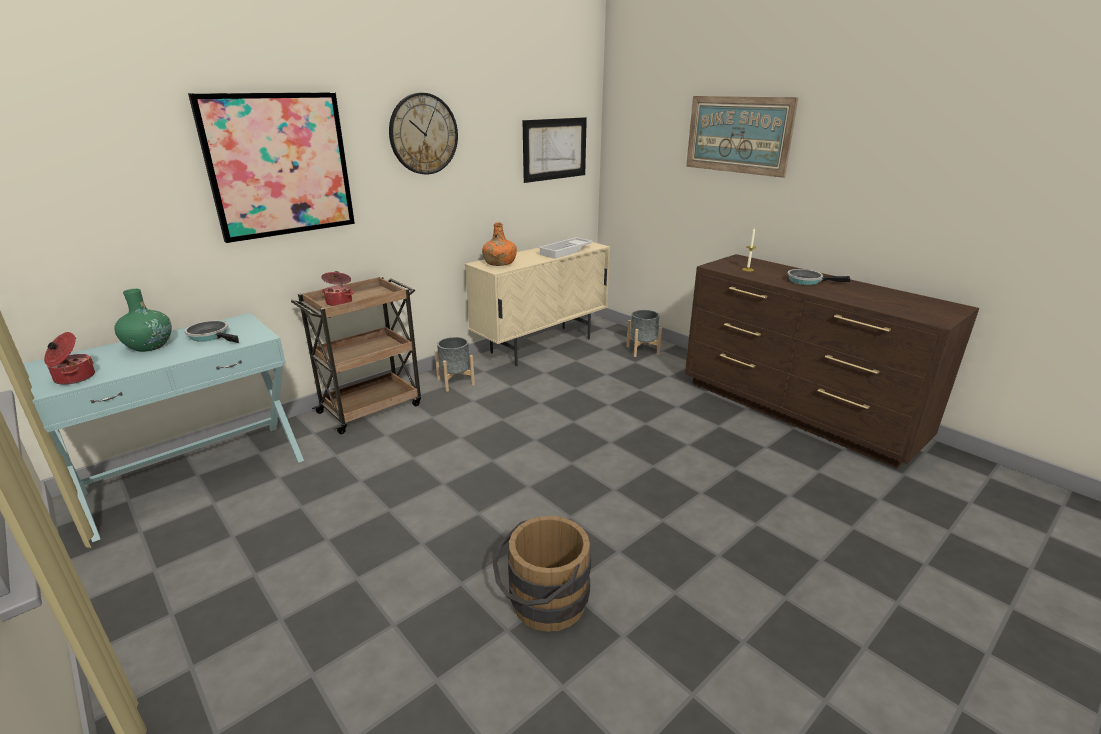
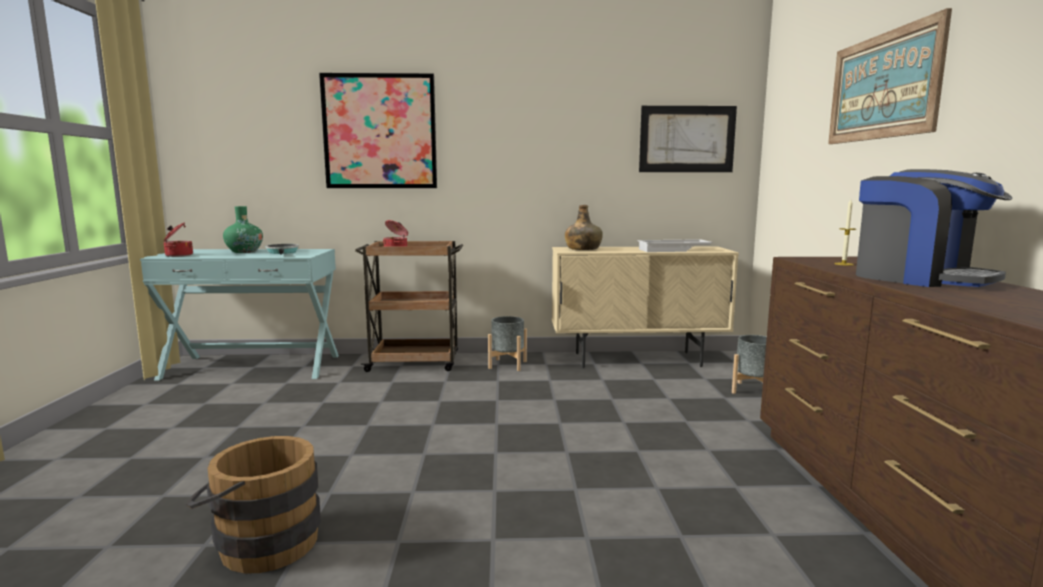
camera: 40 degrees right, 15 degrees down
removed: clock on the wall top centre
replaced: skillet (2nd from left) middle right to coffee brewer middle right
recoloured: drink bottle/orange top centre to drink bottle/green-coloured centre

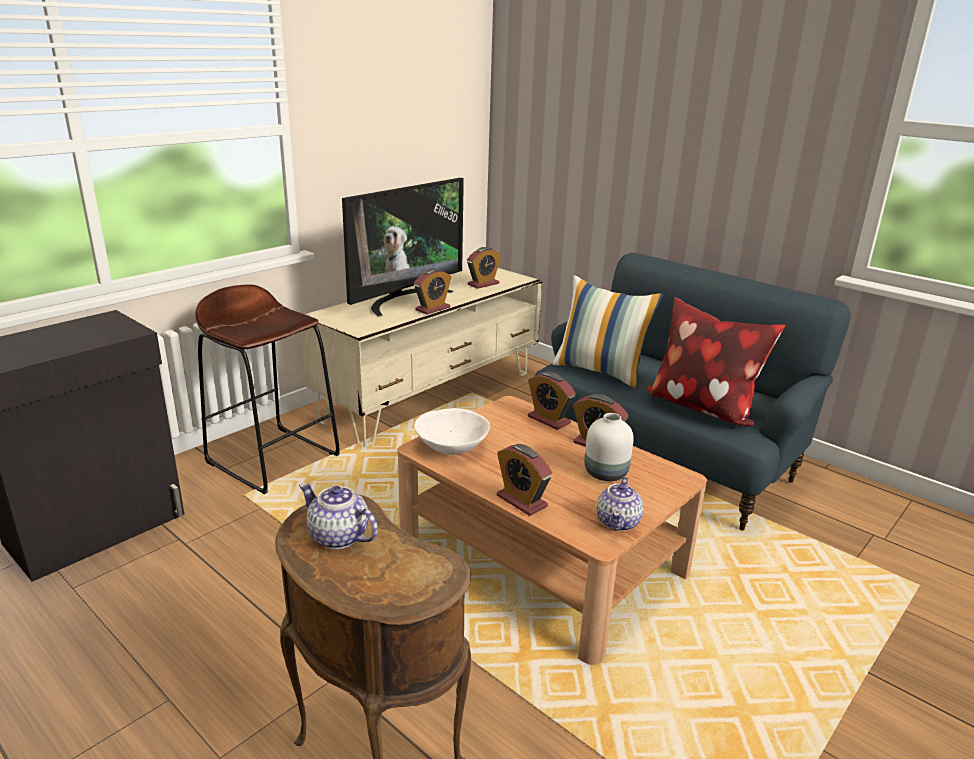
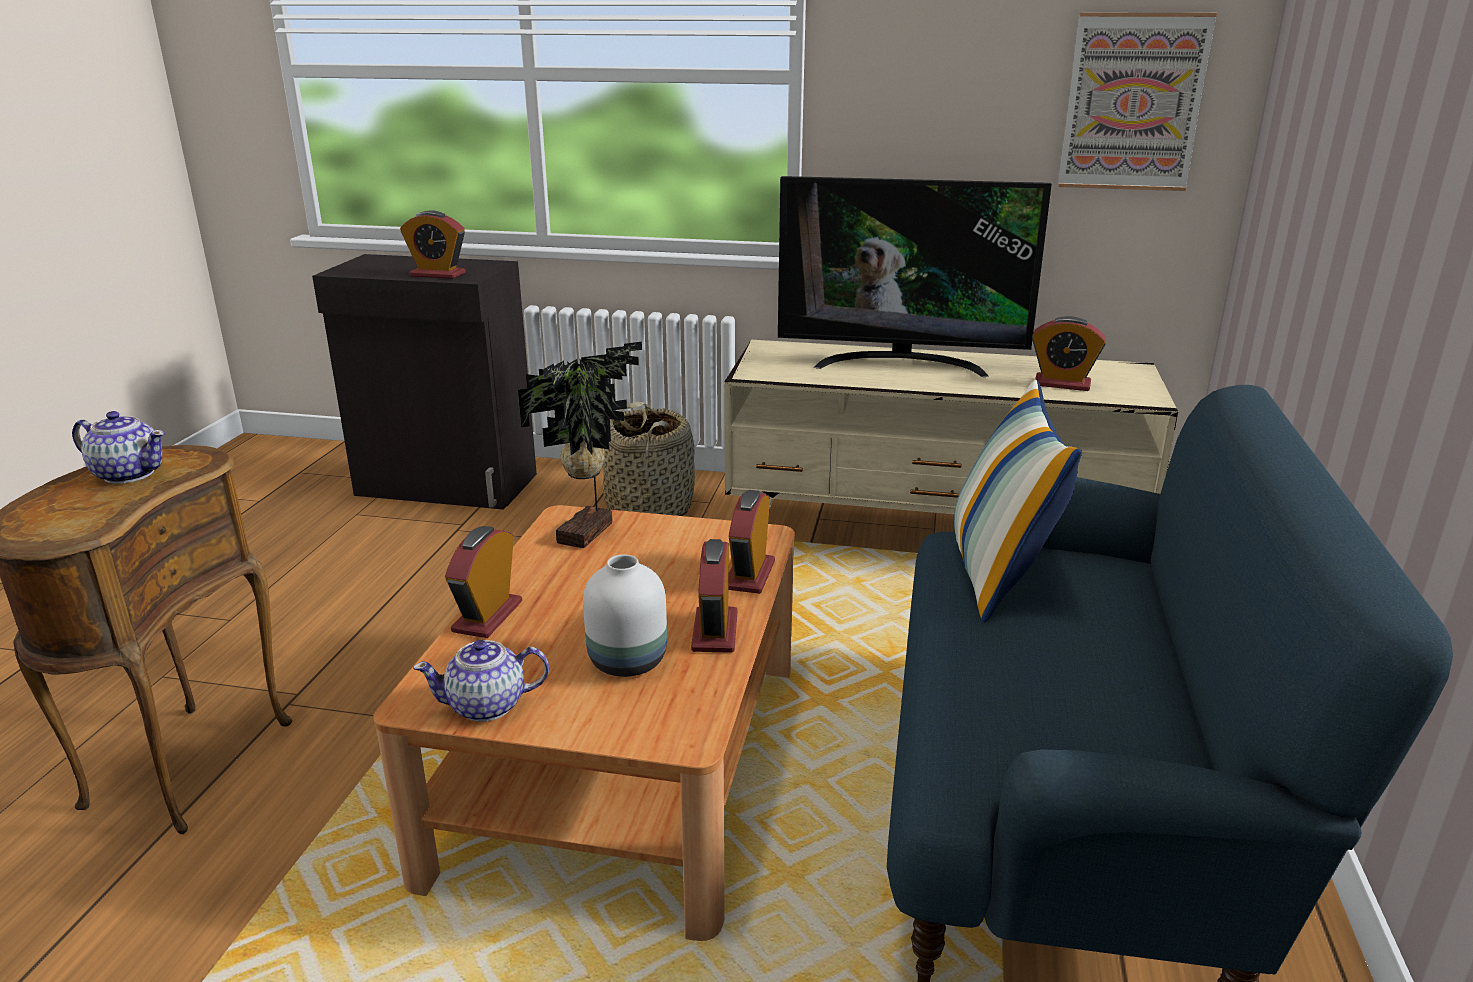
camera: 60 degrees right, 0 degrees up
removed: throw pillow (2nd from left) middle right
added: wall art top right
moved: bedside clock (1st from left) centre to top left
replaced: stool seat/brown-coloured middle left to storage basket centre; deep dish/white centre to potted plant centre
turned: pot for tea (1st from left) bottom centre = middle left 105 degrees clockwise

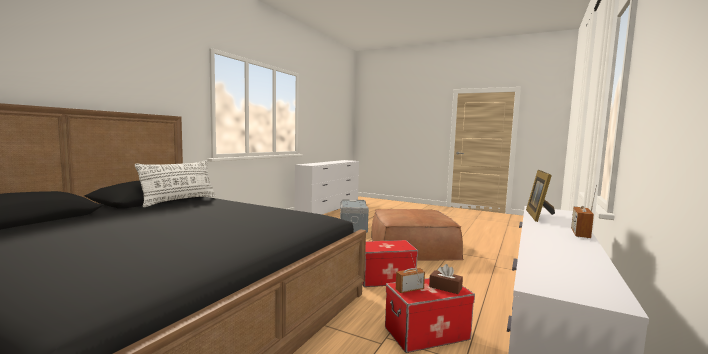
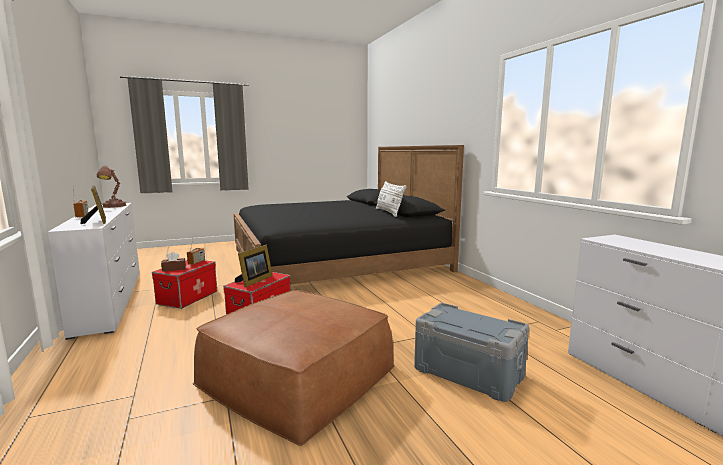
camera: 130 degrees right, 5 degrees up
added: table lamp/brown-coloured middle left; photo frame (2nd from left) centre

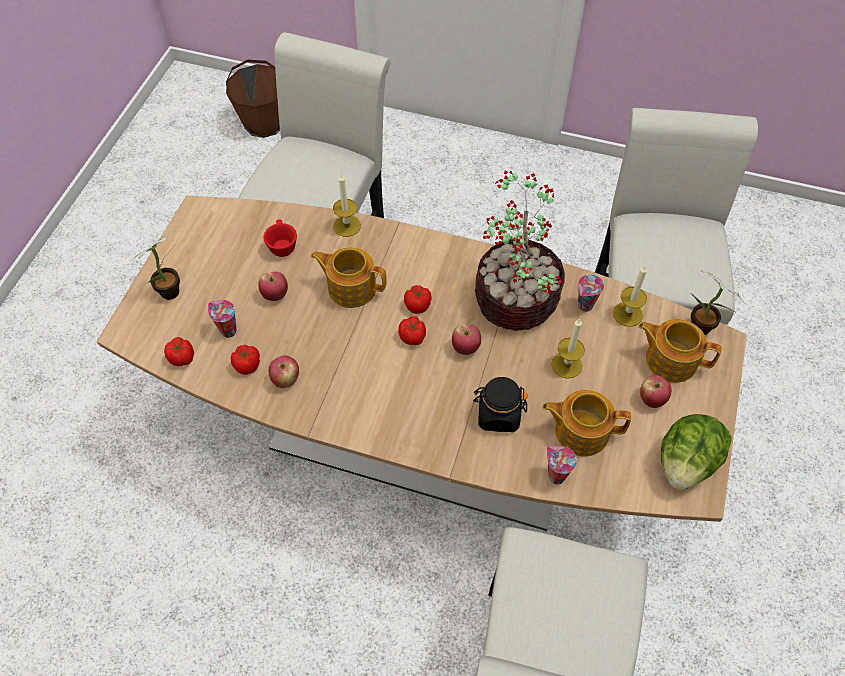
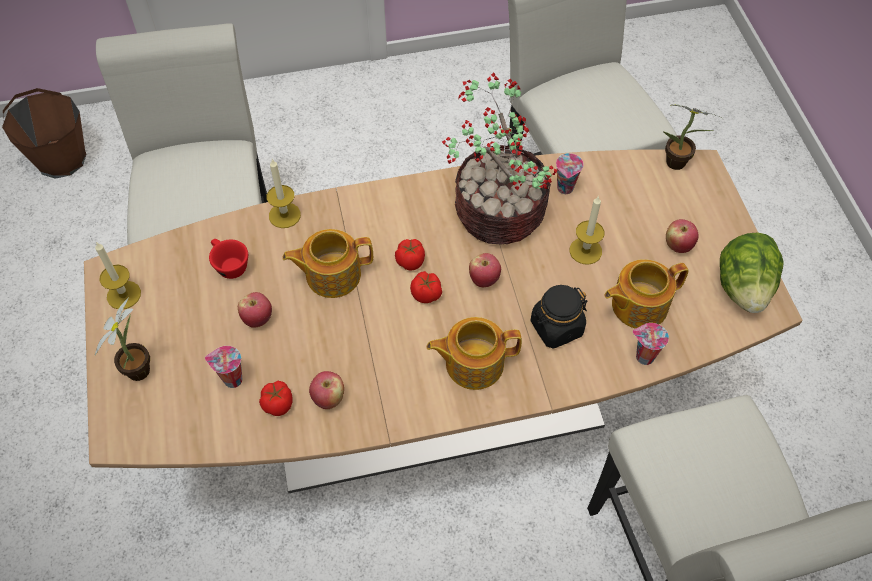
camera: 30 degrees left, 0 degrees up
removed: fresh tomato (1st from left) middle left
moved: wax candle (3rd from left in the first image) middle right to wax candle (1st from left) middle left; pot for tea (3rd from left in the first image) middle right to pot for tea (2nd from left) centre

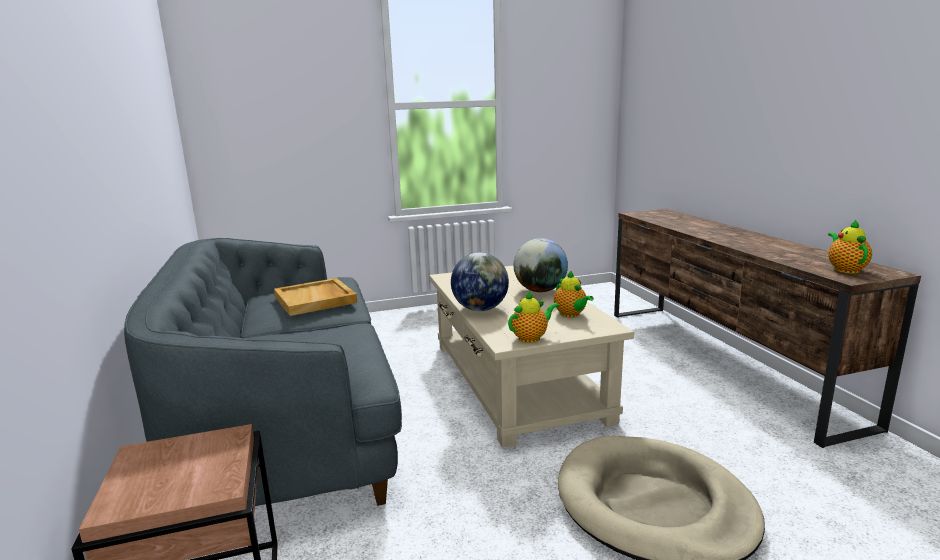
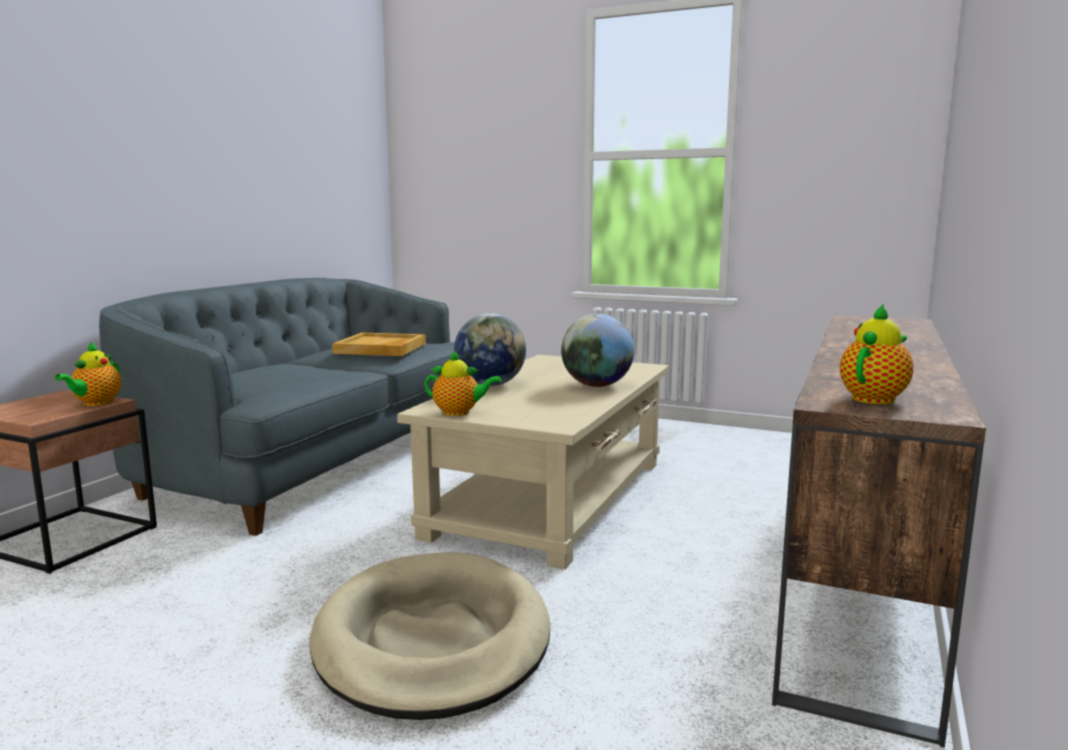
camera: 40 degrees right, 5 degrees down
moved: pot for tea (2nd from left in the first image) centre to pot for tea (1st from left) middle left

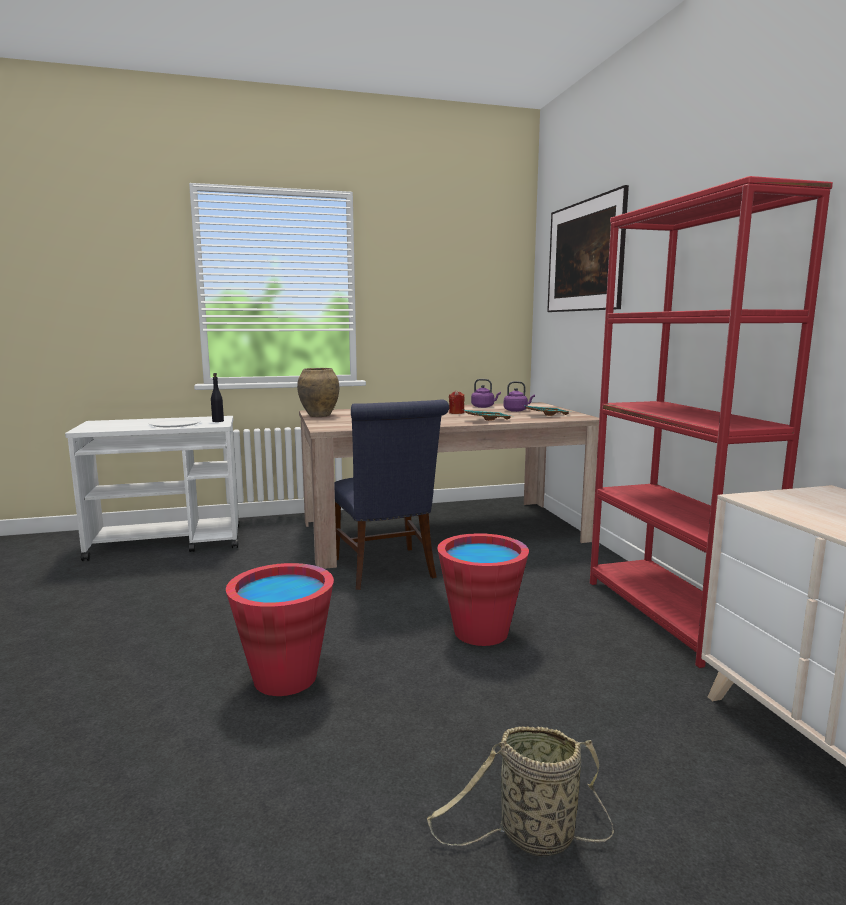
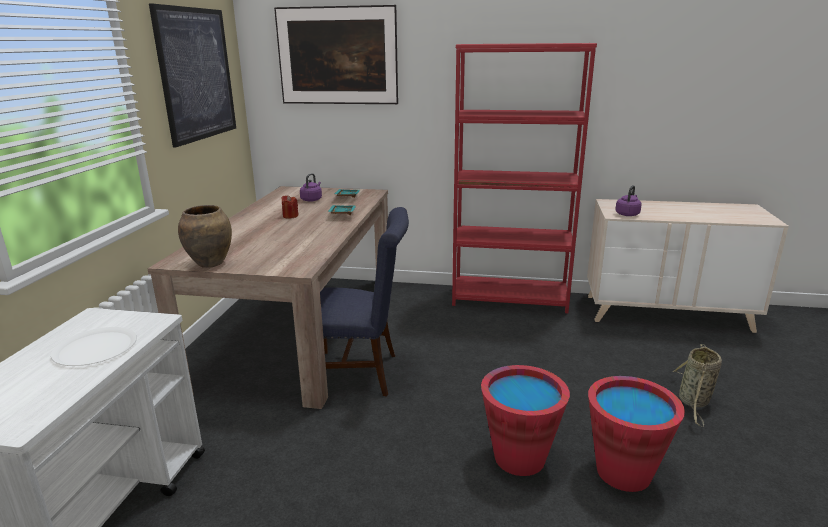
camera: 65 degrees left, 10 degrees up
removed: drink bottle/black-coloured middle left
added: wall art (1st from left) top left
moved: water bucket/reddish (2nd from left) centre to bottom right; kettle/purple-coloured (1st from left in the first image) centre to kettle/purple-coloured (2nd from left) middle right

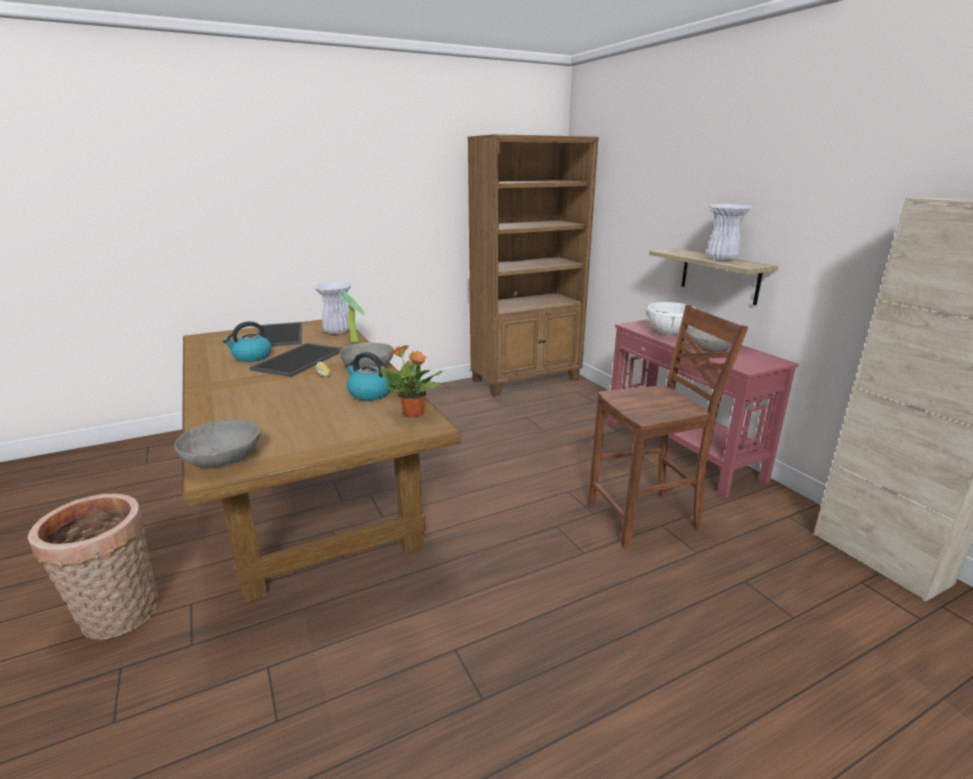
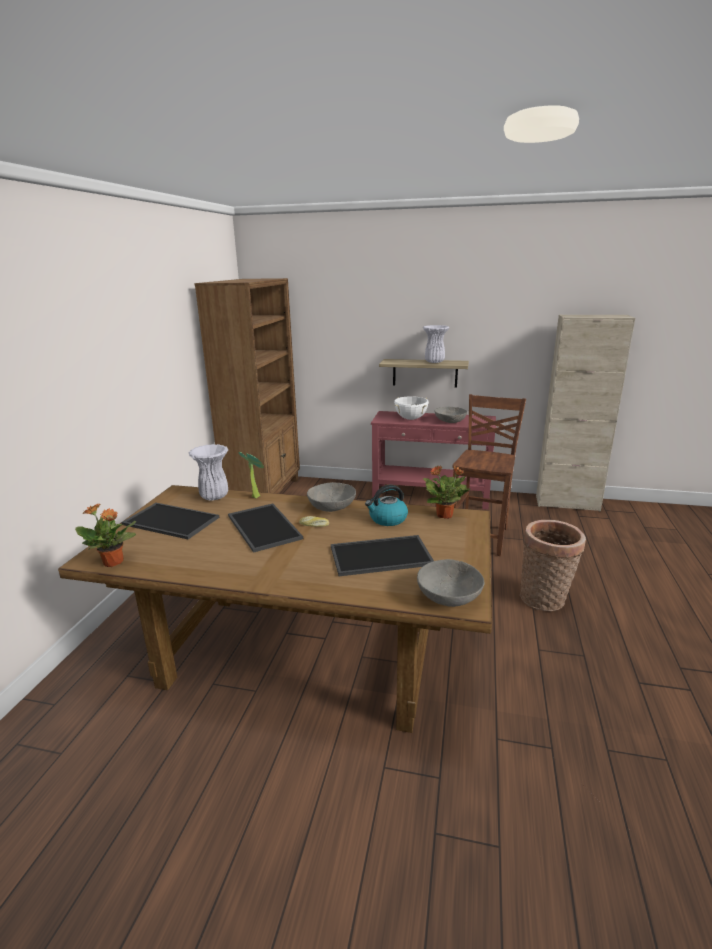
camera: 50 degrees left, 0 degrees up
removed: kettle (1st from left) middle left
added: potted plant (1st from left) middle left; carrying tray (3rd from left) centre
moved: storage basket bottom left to middle right

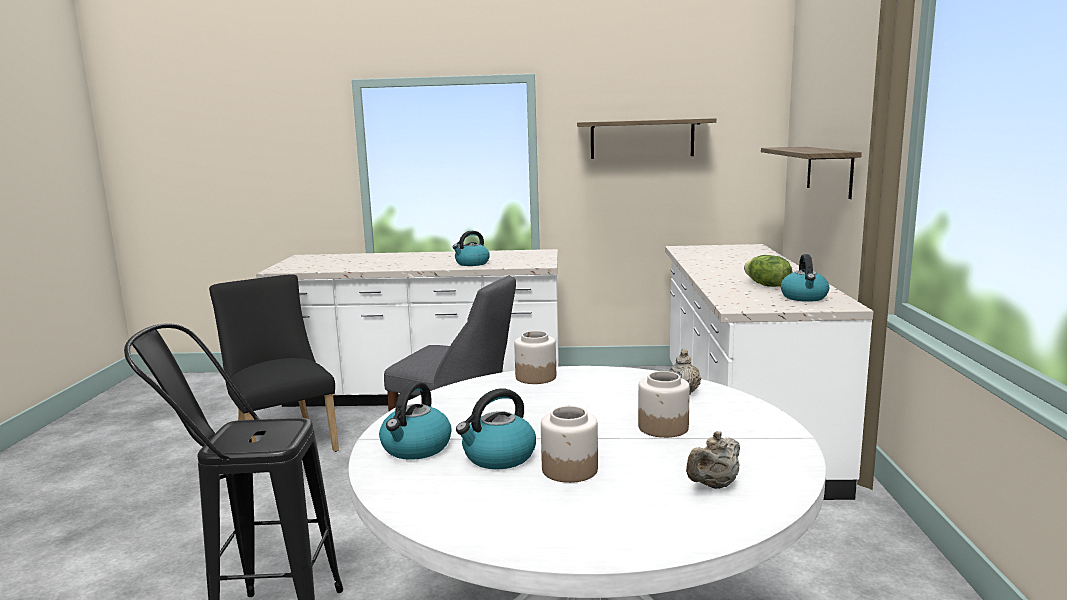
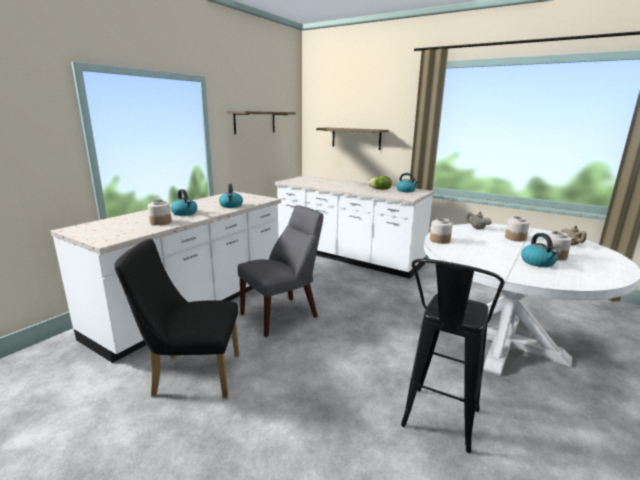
camera: 60 degrees left, 5 degrees up
added: storage jar (1st from left) middle left
moved: kettle (1st from left) bottom centre to middle left

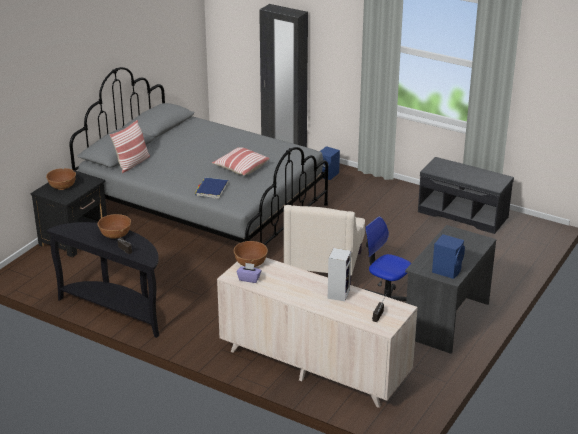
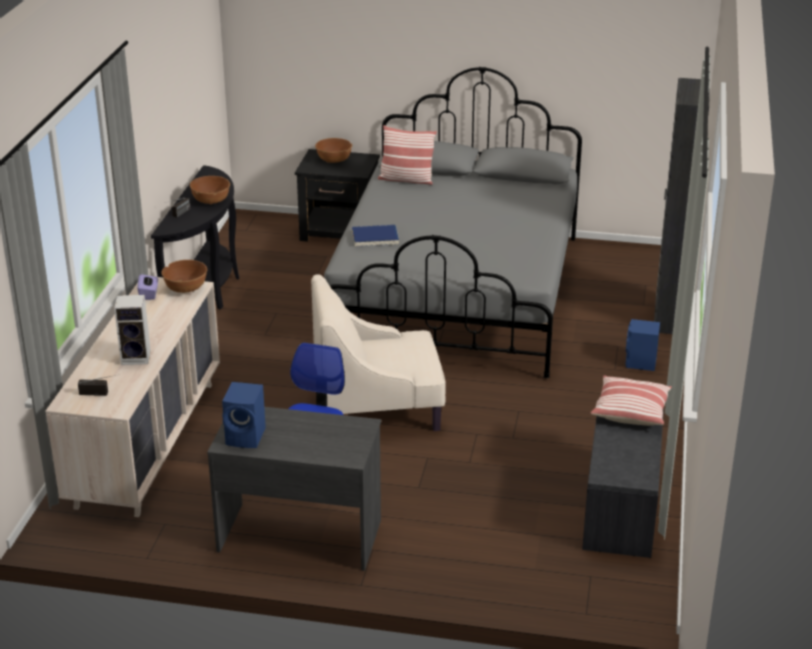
camera: 70 degrees right, 0 degrees up
moved: throw pillow (2nd from left) centre to middle right

